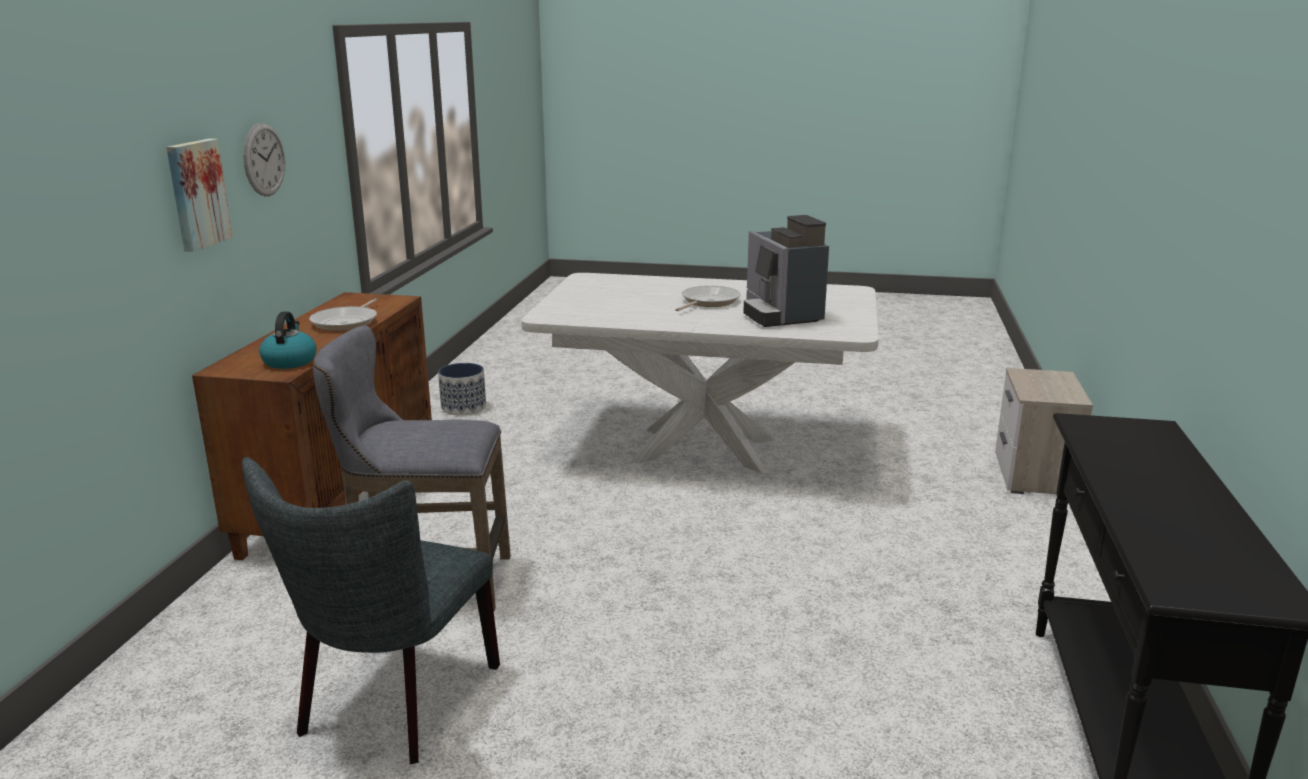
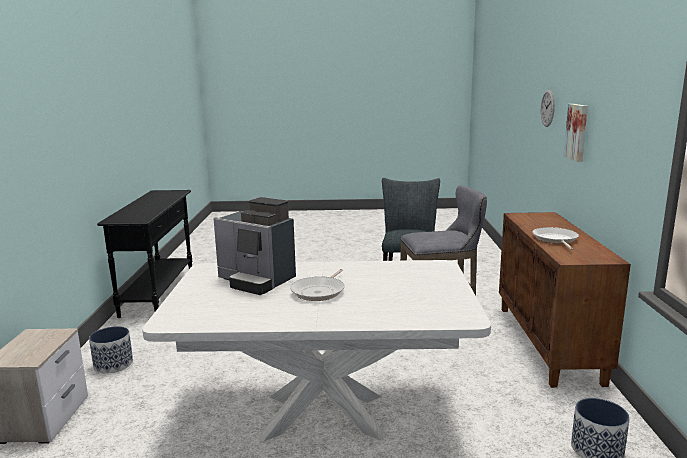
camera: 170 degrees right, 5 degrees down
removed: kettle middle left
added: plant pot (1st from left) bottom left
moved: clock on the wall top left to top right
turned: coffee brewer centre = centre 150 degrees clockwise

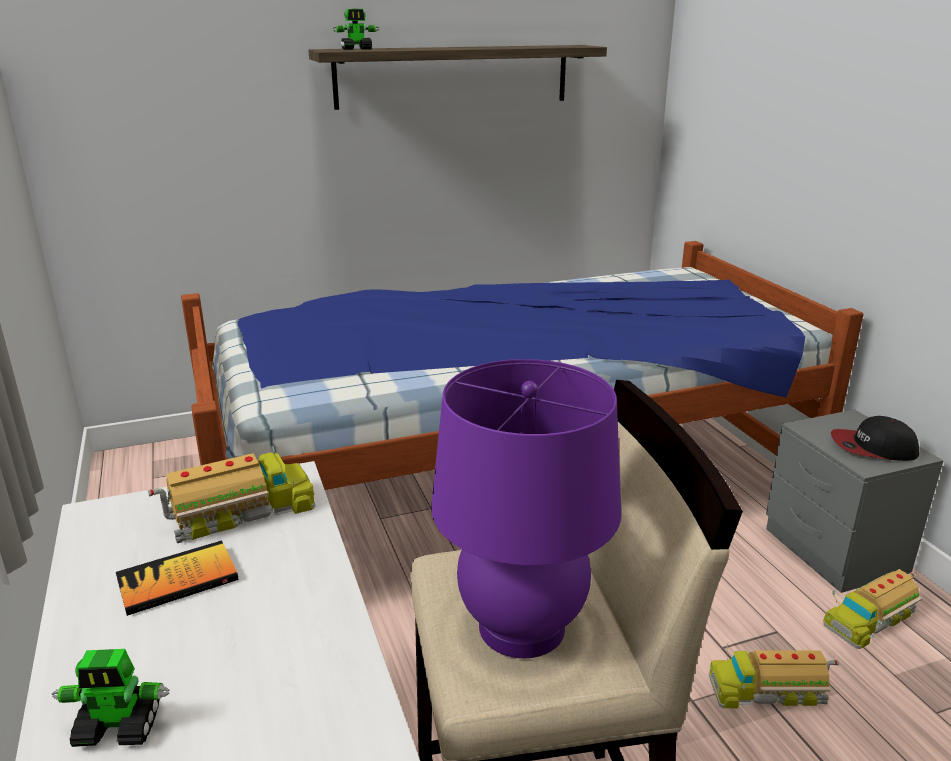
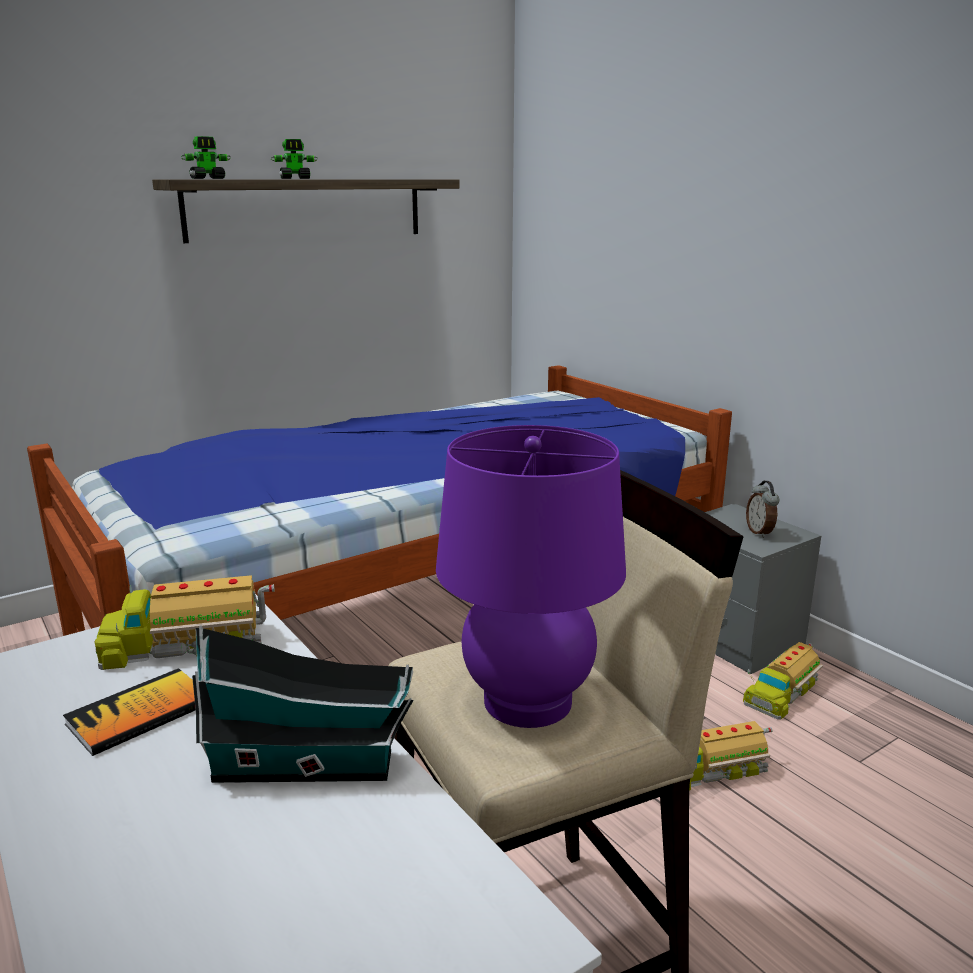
camera: 15 degrees left, 5 degrees down
added: model house bottom left
moved: toy robot (1st from left in the first image) bottom left to toy robot (2nd from left) top left
replaced: cap middle right to bedside clock middle right
turned: model truck (1st from left) middle left = middle left 150 degrees counterclockwise

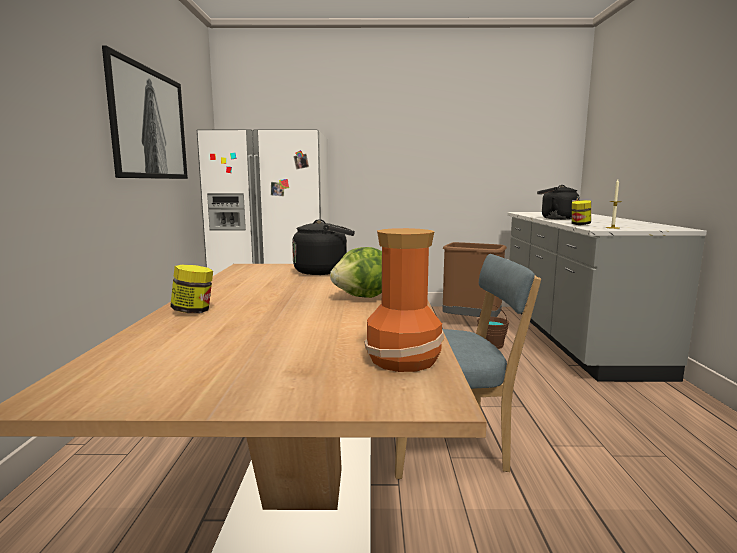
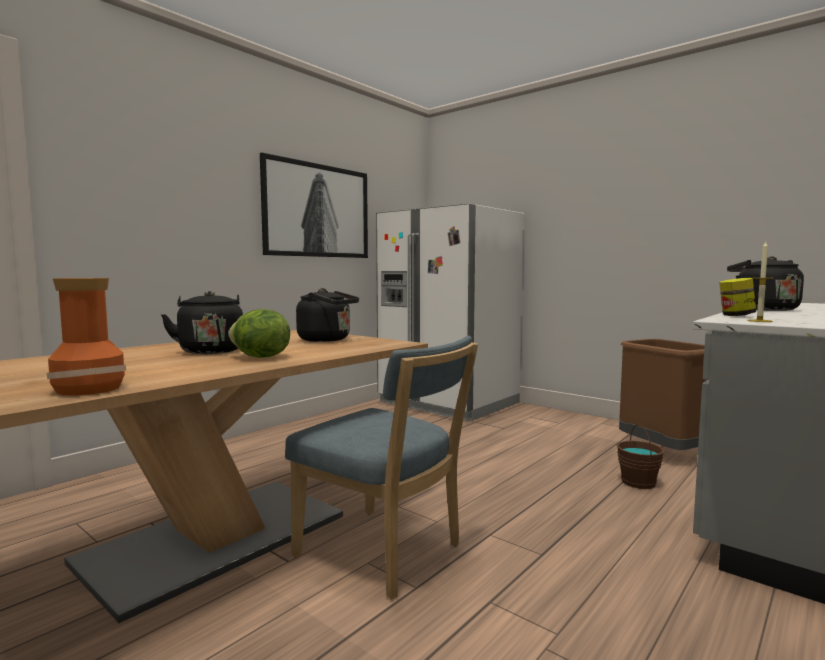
camera: 40 degrees right, 5 degrees down
removed: storage jar (1st from left) middle left
added: kettle/black-coloured (1st from left) middle left

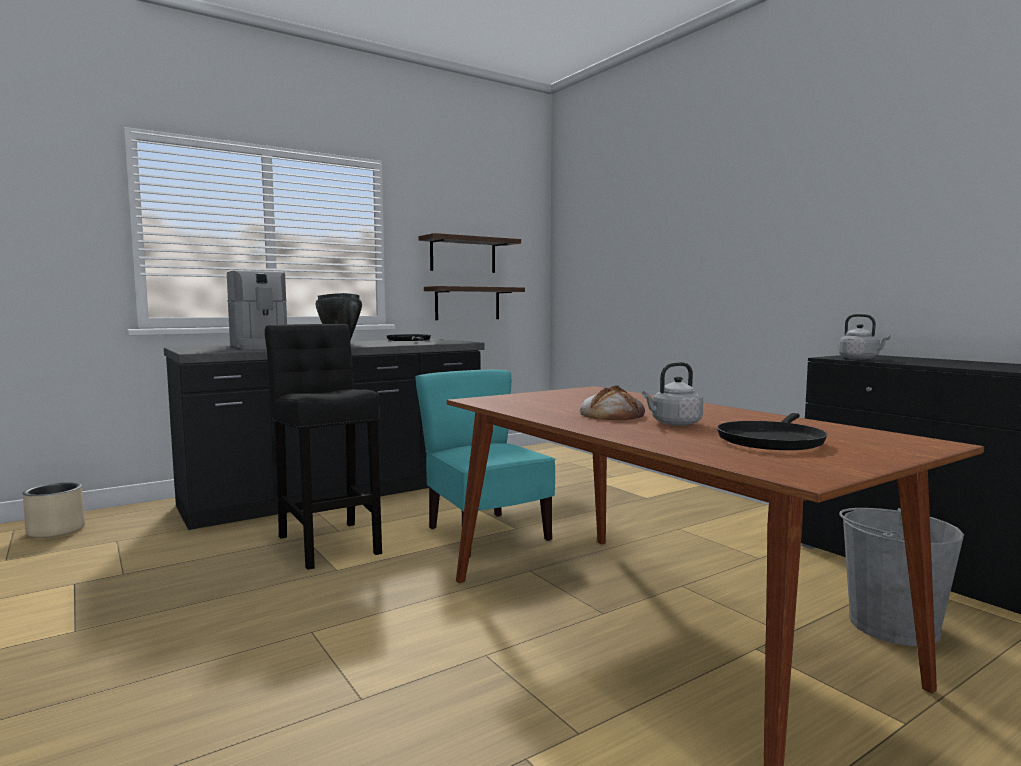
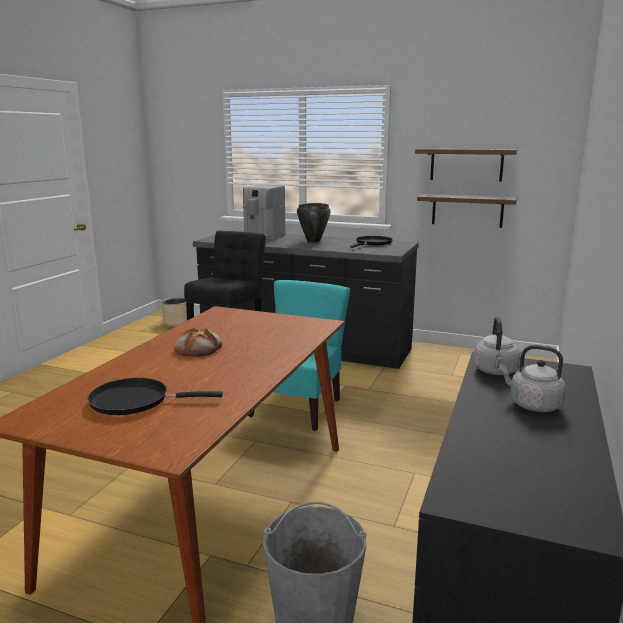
camera: 55 degrees right, 10 degrees up
moved: kettle/gray (1st from left in the first image) centre to kettle/gray (2nd from left) middle right

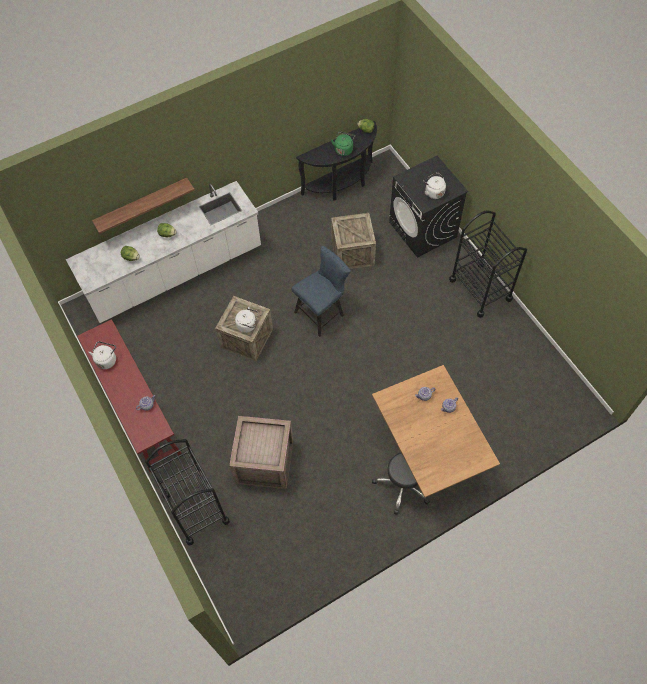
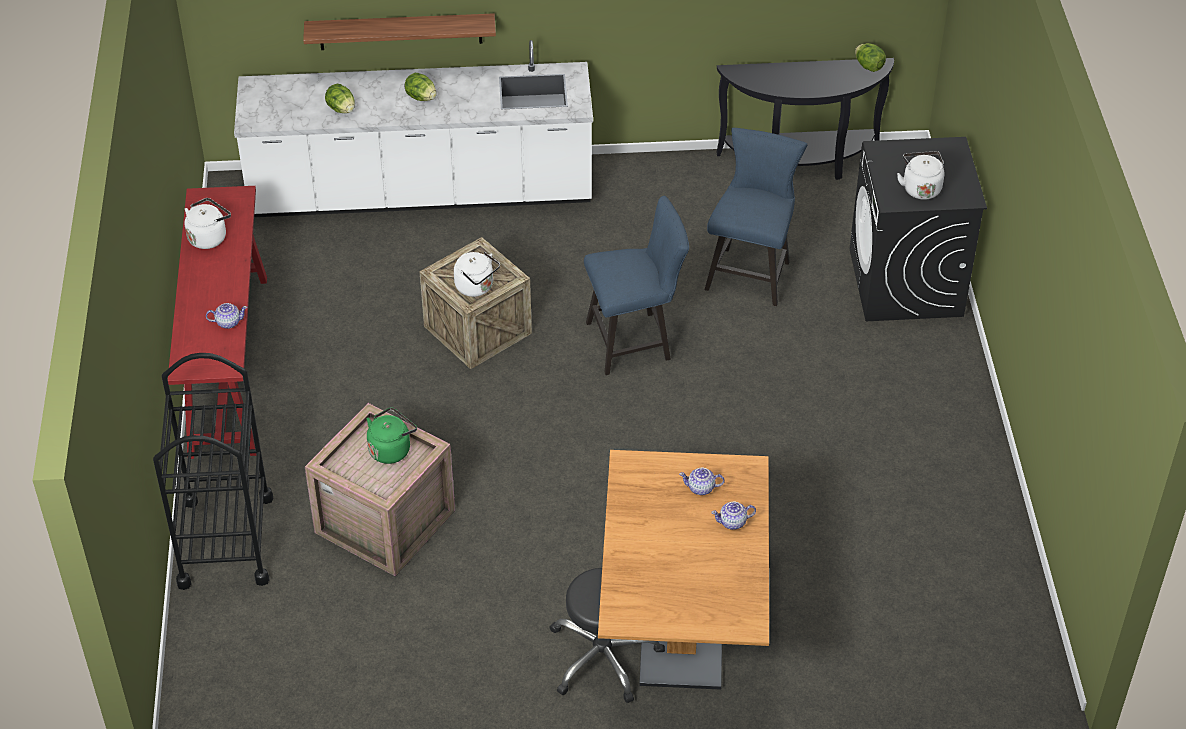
camera: 25 degrees right, 15 degrees down
removed: wheeled cart/black-coloured (2nd from left) middle right
moved: kettle/green-coloured top centre to middle left
replaced: packing crate (3rd from left) centre to chair/bluish (2nd from left) top centre

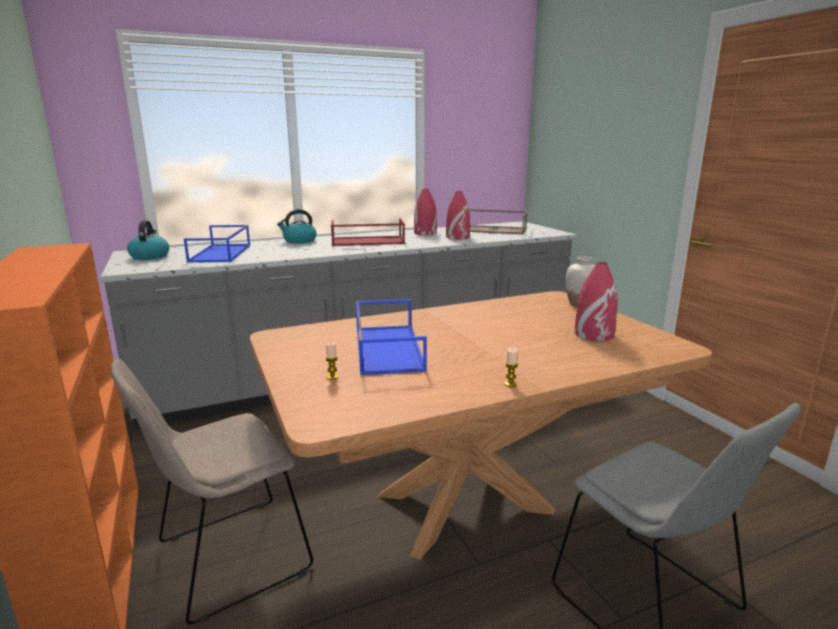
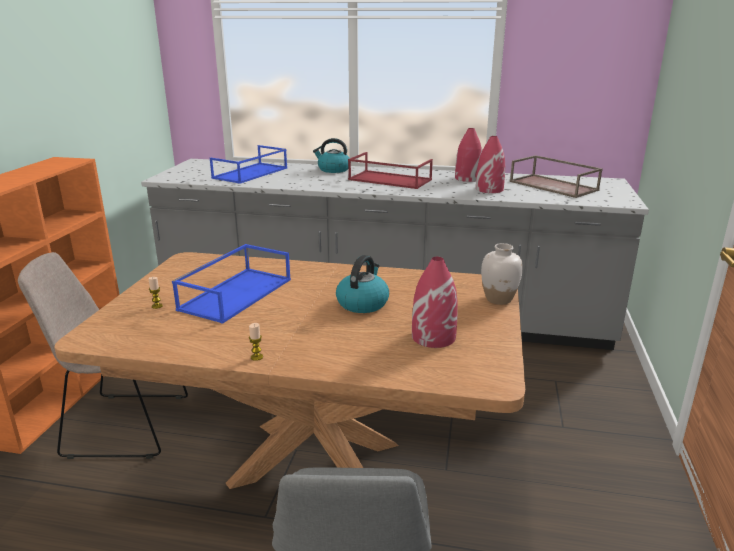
camera: 35 degrees right, 5 degrees up
moved: kettle (1st from left in the first image) middle left to kettle (2nd from left) centre

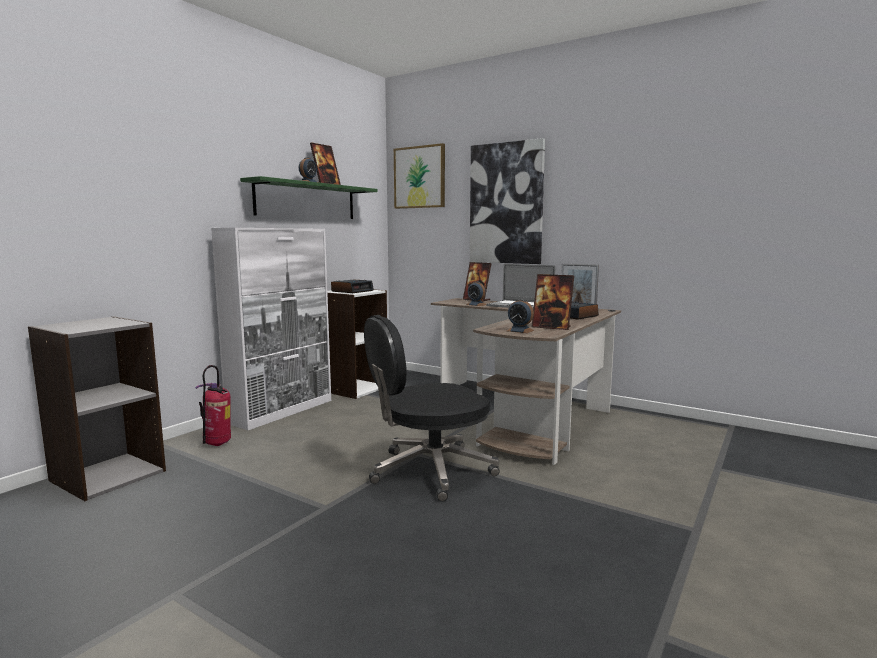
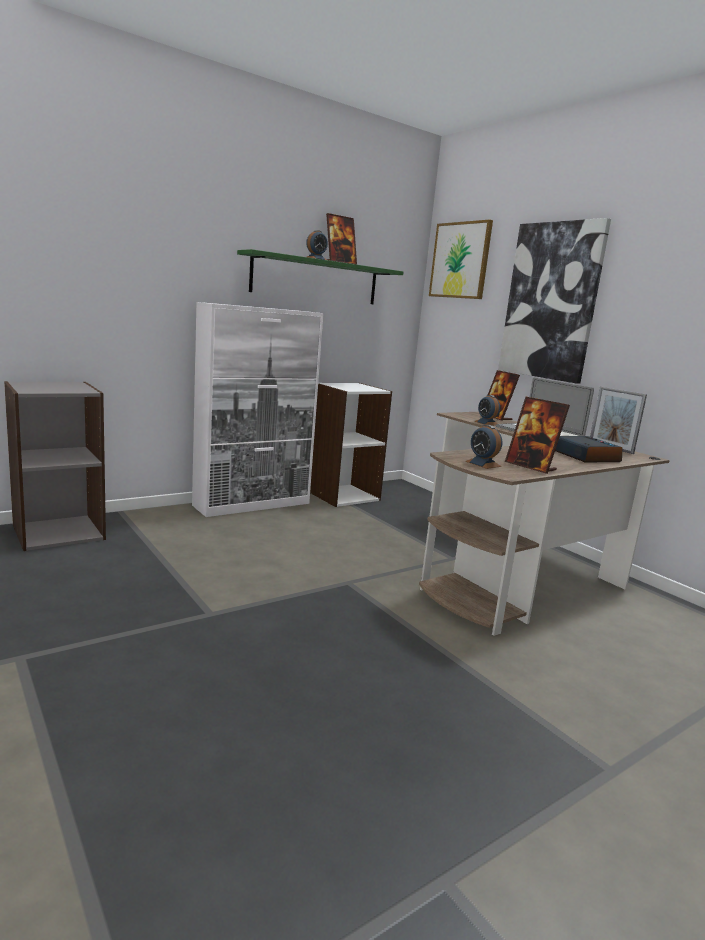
camera: 20 degrees right, 5 degrees up
removed: fire-fighting cylinder middle left; bedside clock (2nd from left) centre; desk chair/black-coloured centre

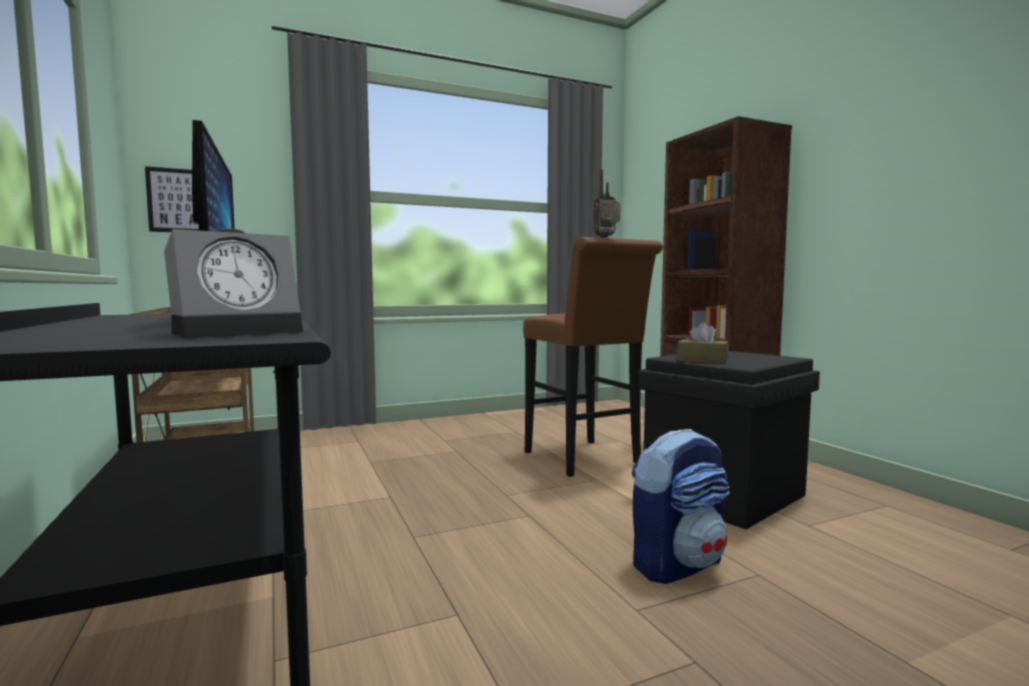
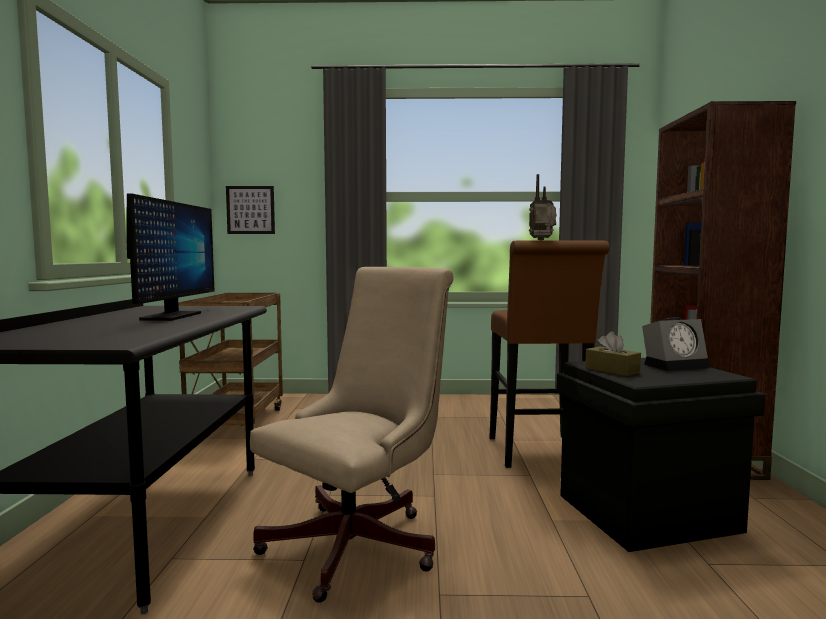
camera: 25 degrees right, 0 degrees up
removed: backpack bottom centre
added: desk chair/beige bottom centre
moved: bedside clock middle left to middle right

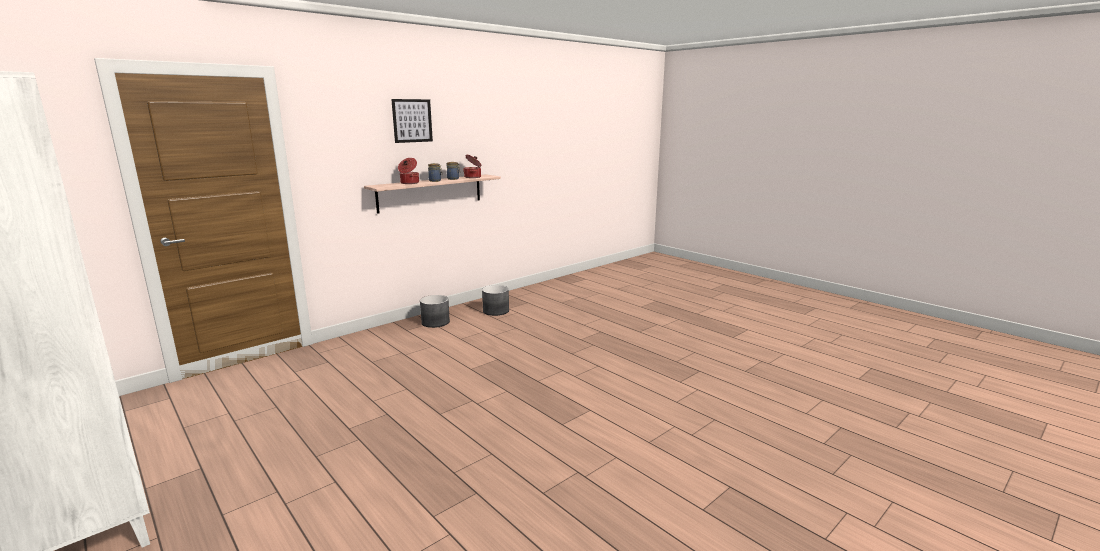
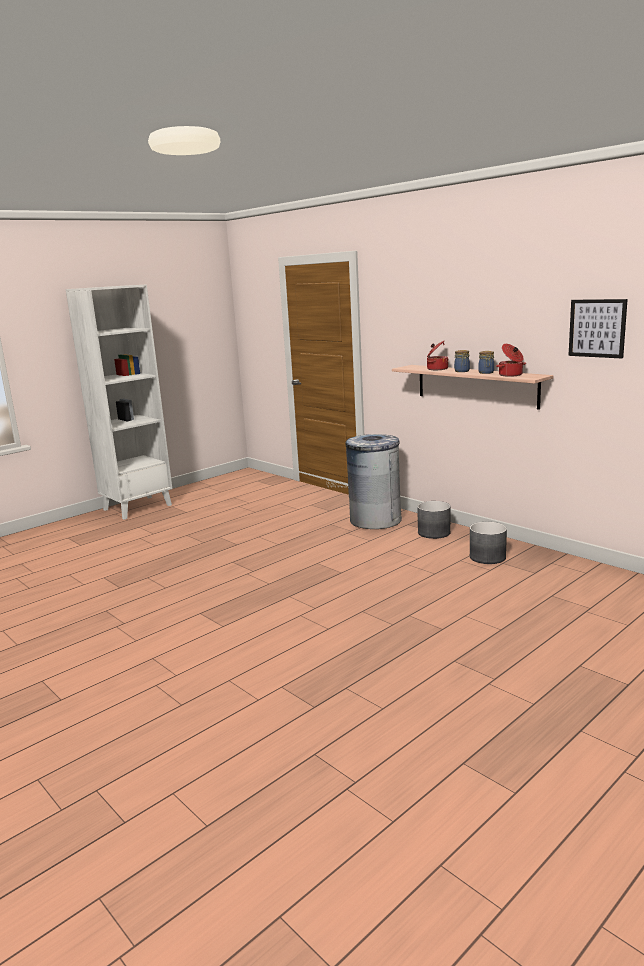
camera: 90 degrees right, 0 degrees up
added: trash can/gray centre
moved: wall art top centre to middle right

